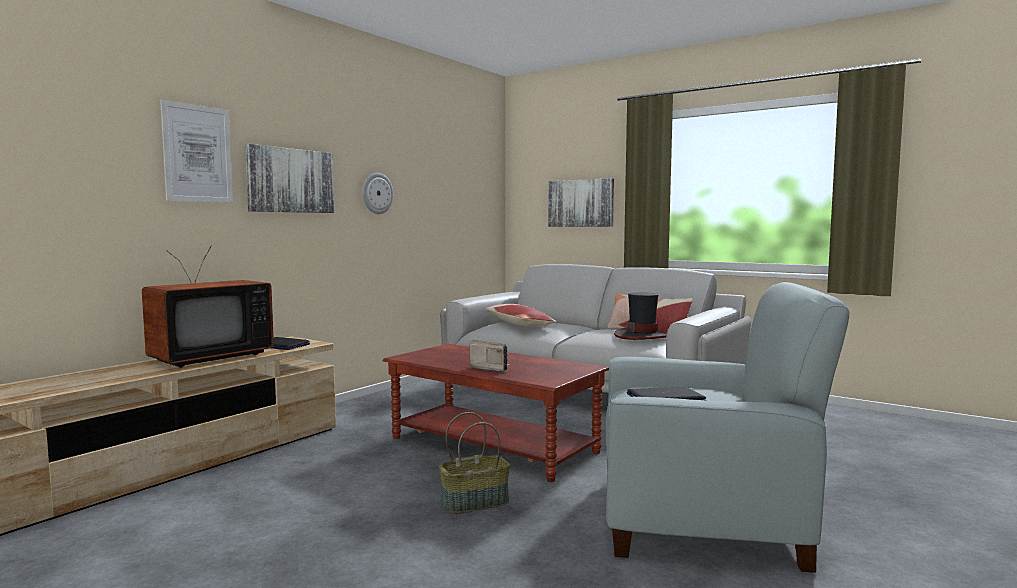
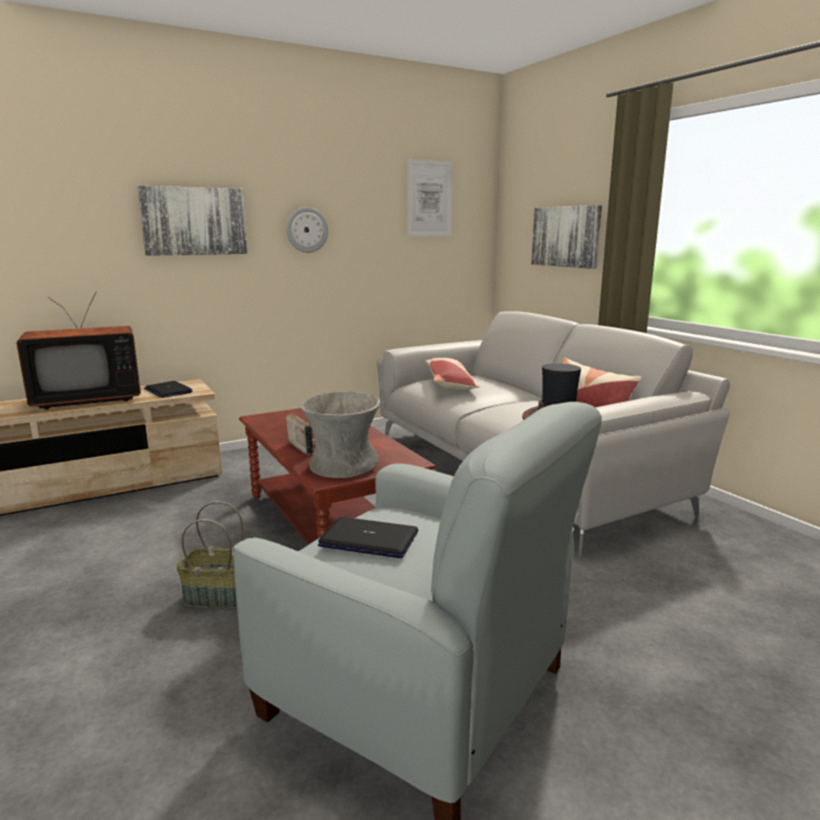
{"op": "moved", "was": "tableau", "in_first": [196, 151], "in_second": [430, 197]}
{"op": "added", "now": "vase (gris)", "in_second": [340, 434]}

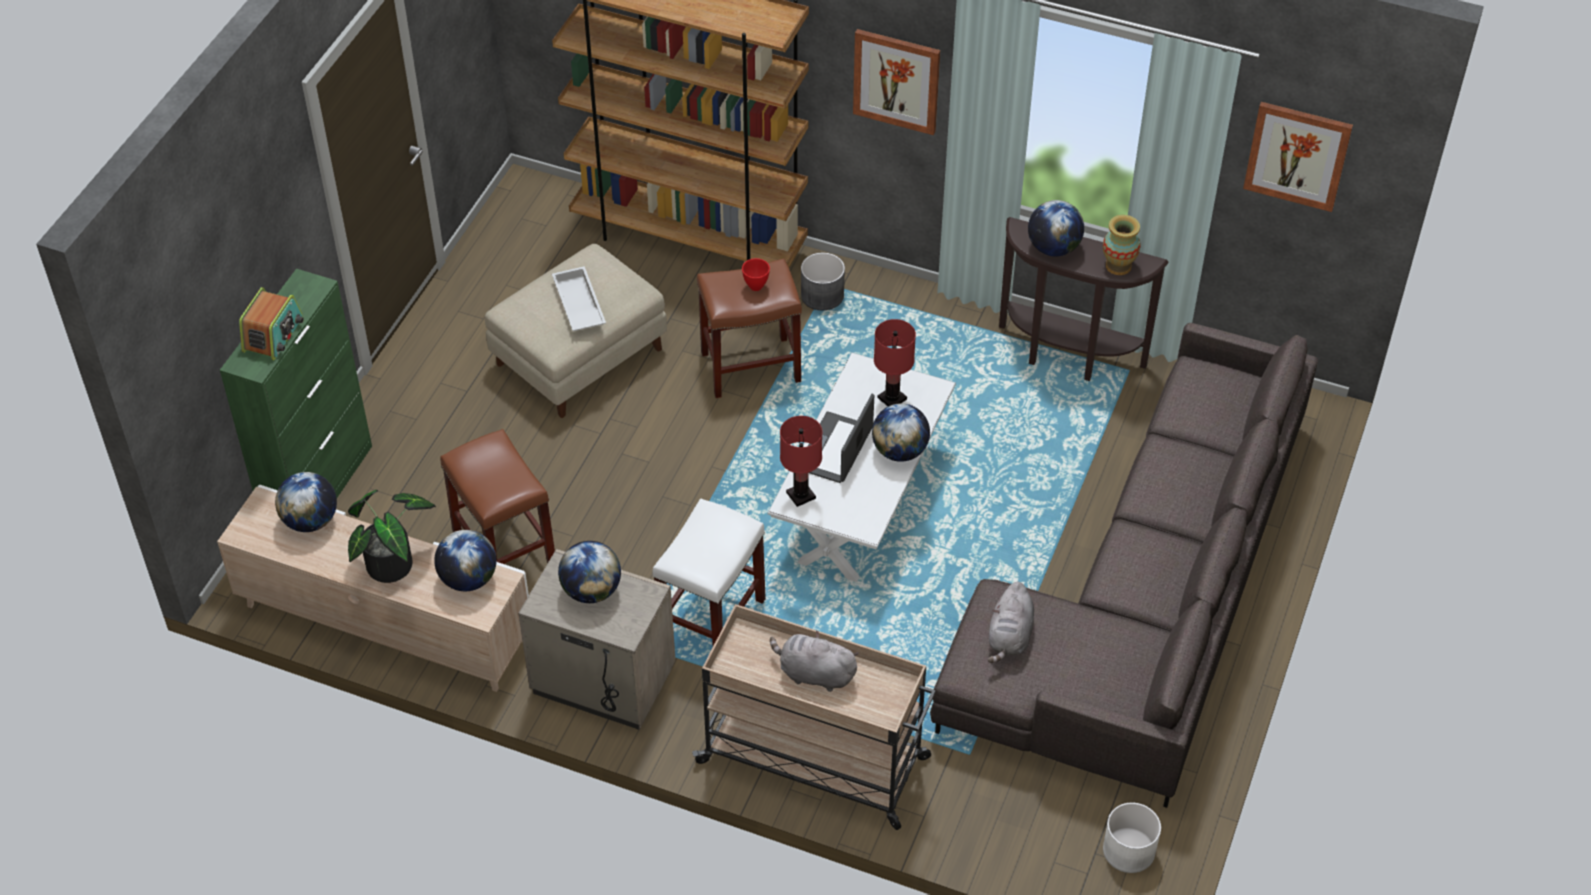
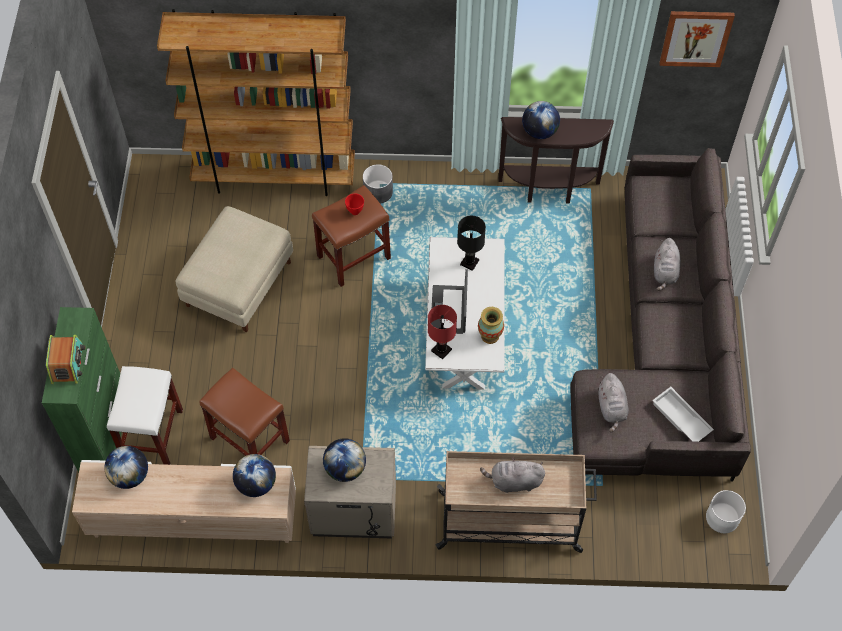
{"op": "removed", "was": "plante en pot", "in_first": [392, 536]}
{"op": "moved", "was": "plateau (blanc)", "in_first": [579, 298], "in_second": [683, 414]}
{"op": "moved", "was": "tabouret (blanc)", "in_first": [709, 572], "in_second": [145, 415]}
{"op": "removed", "was": "tableau", "in_first": [896, 82]}
{"op": "removed", "was": "globe", "in_first": [901, 432]}
{"op": "recoloured", "was": "lampe de table (rouge)", "now": "lampe de table (noir)", "in_first": [895, 362], "in_second": [471, 243]}
{"op": "moved", "was": "vase", "in_first": [1122, 245], "in_second": [491, 325]}
{"op": "added", "now": "peluche (gris)", "in_second": [667, 264]}

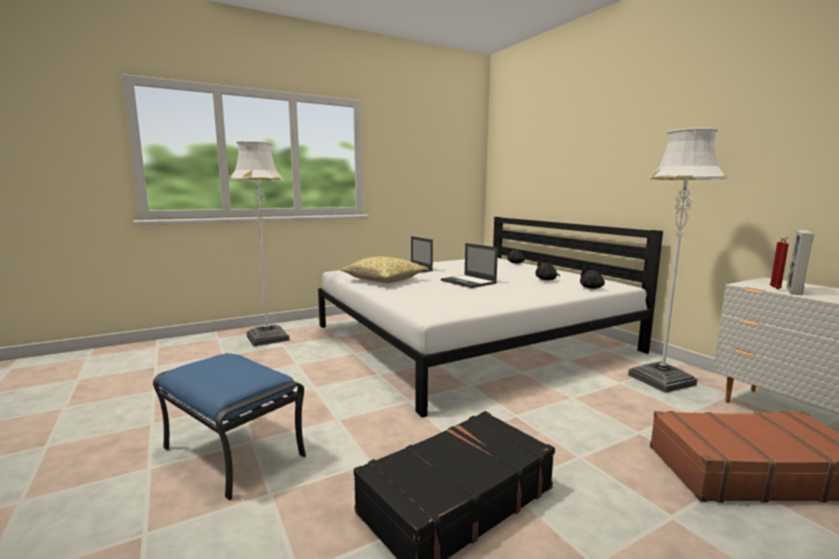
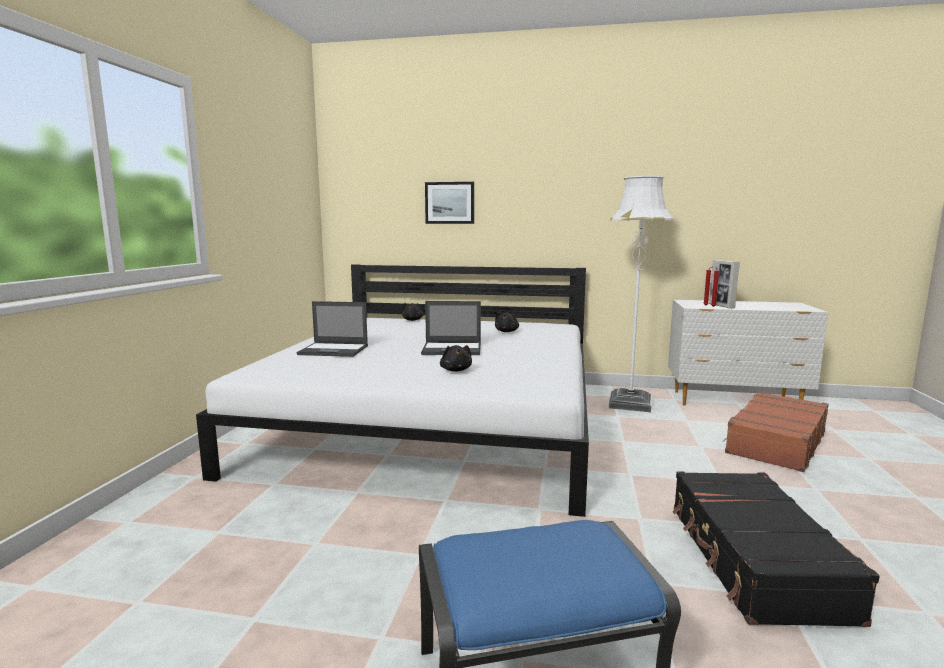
{"op": "removed", "was": "lampadaire (blanc)", "in_first": [259, 244]}
{"op": "removed", "was": "coussin", "in_first": [384, 269]}
{"op": "moved", "was": "peluche (noir)", "in_first": [592, 279], "in_second": [456, 358]}
{"op": "added", "now": "tableau", "in_second": [449, 203]}

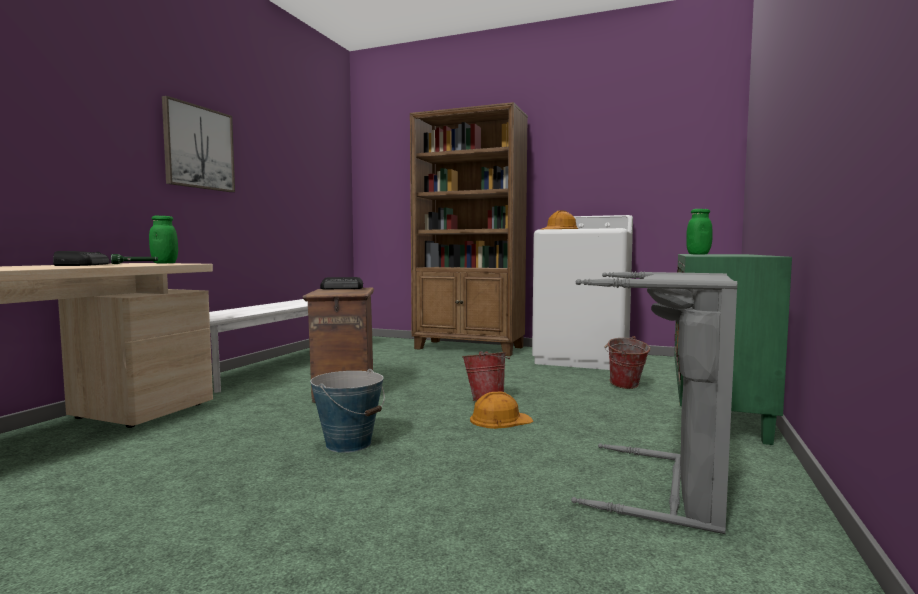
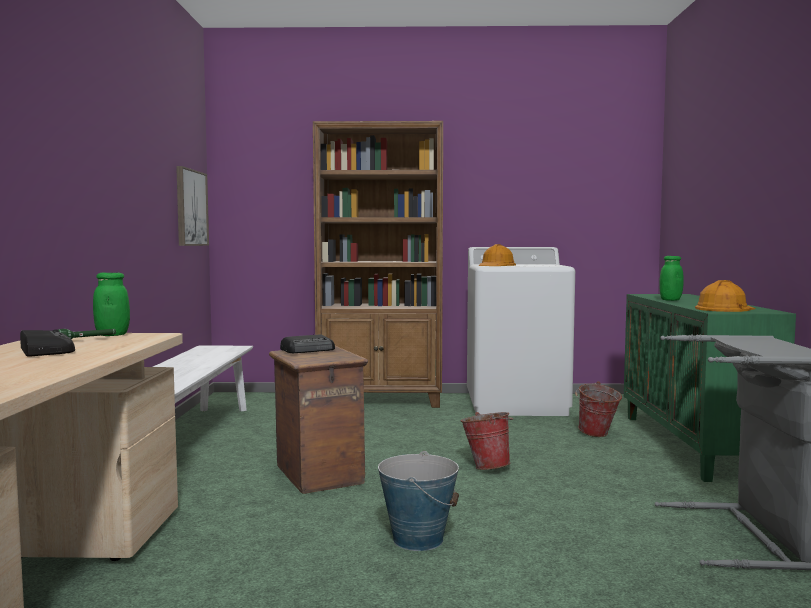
{"op": "moved", "was": "tableau", "in_first": [198, 144], "in_second": [192, 206]}
{"op": "moved", "was": "casque de chantier (orange)", "in_first": [501, 410], "in_second": [725, 296]}

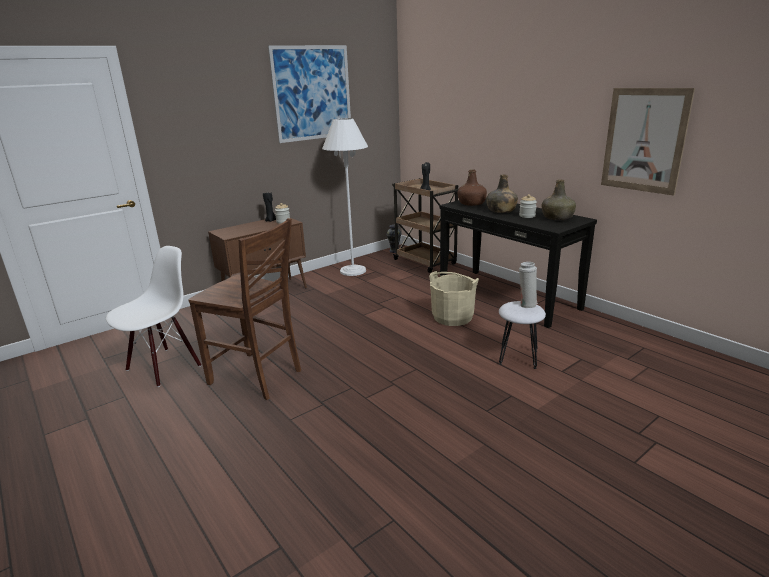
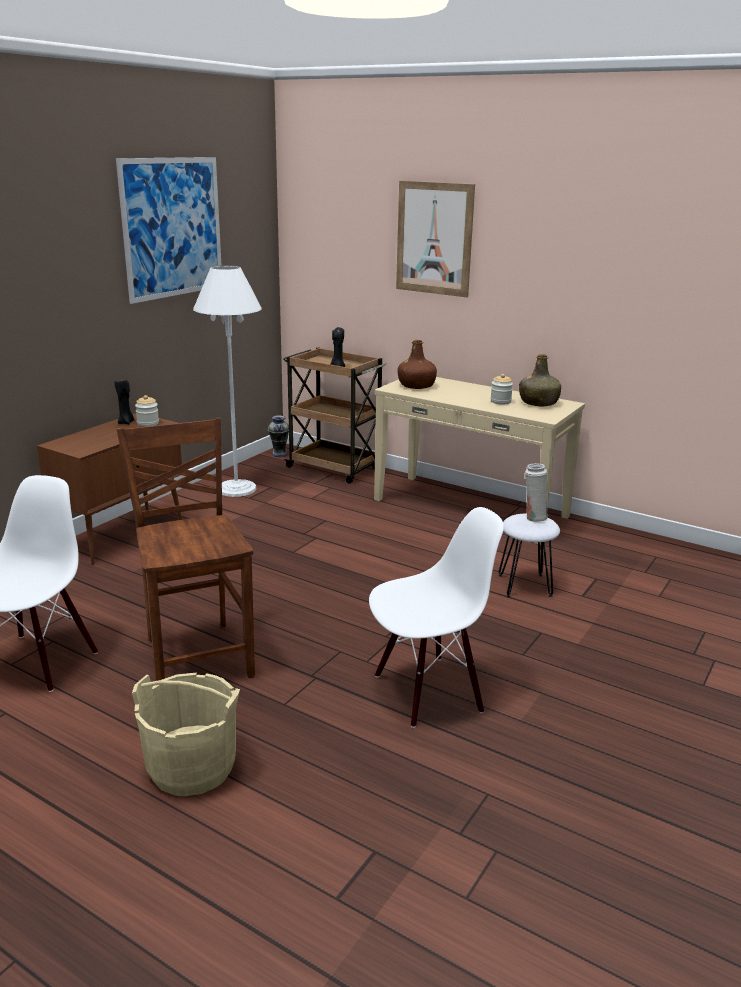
{"op": "turned", "was": "chaise (marron)", "in_first": [244, 309], "in_second": [185, 549], "clockwise": -120}
{"op": "moved", "was": "seau (beige)", "in_first": [454, 298], "in_second": [186, 734]}
{"op": "recoloured", "was": "table console (noir)", "now": "table console (beige)", "in_first": [518, 262], "in_second": [479, 461]}
{"op": "removed", "was": "bouteille (vert)", "in_first": [502, 193]}
{"op": "moved", "was": "tableau", "in_first": [648, 142], "in_second": [435, 239]}
{"op": "added", "now": "chaise (blanc)", "in_second": [436, 617]}

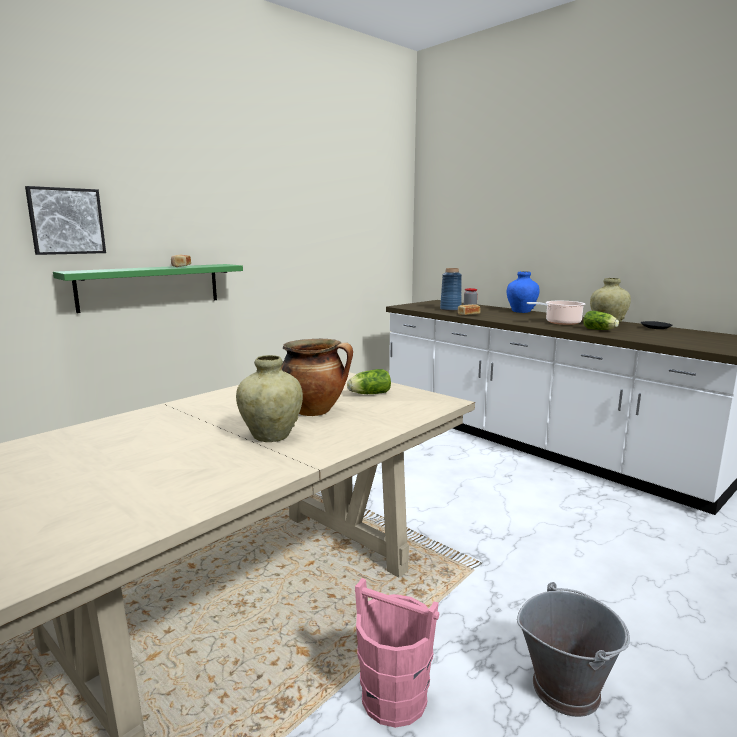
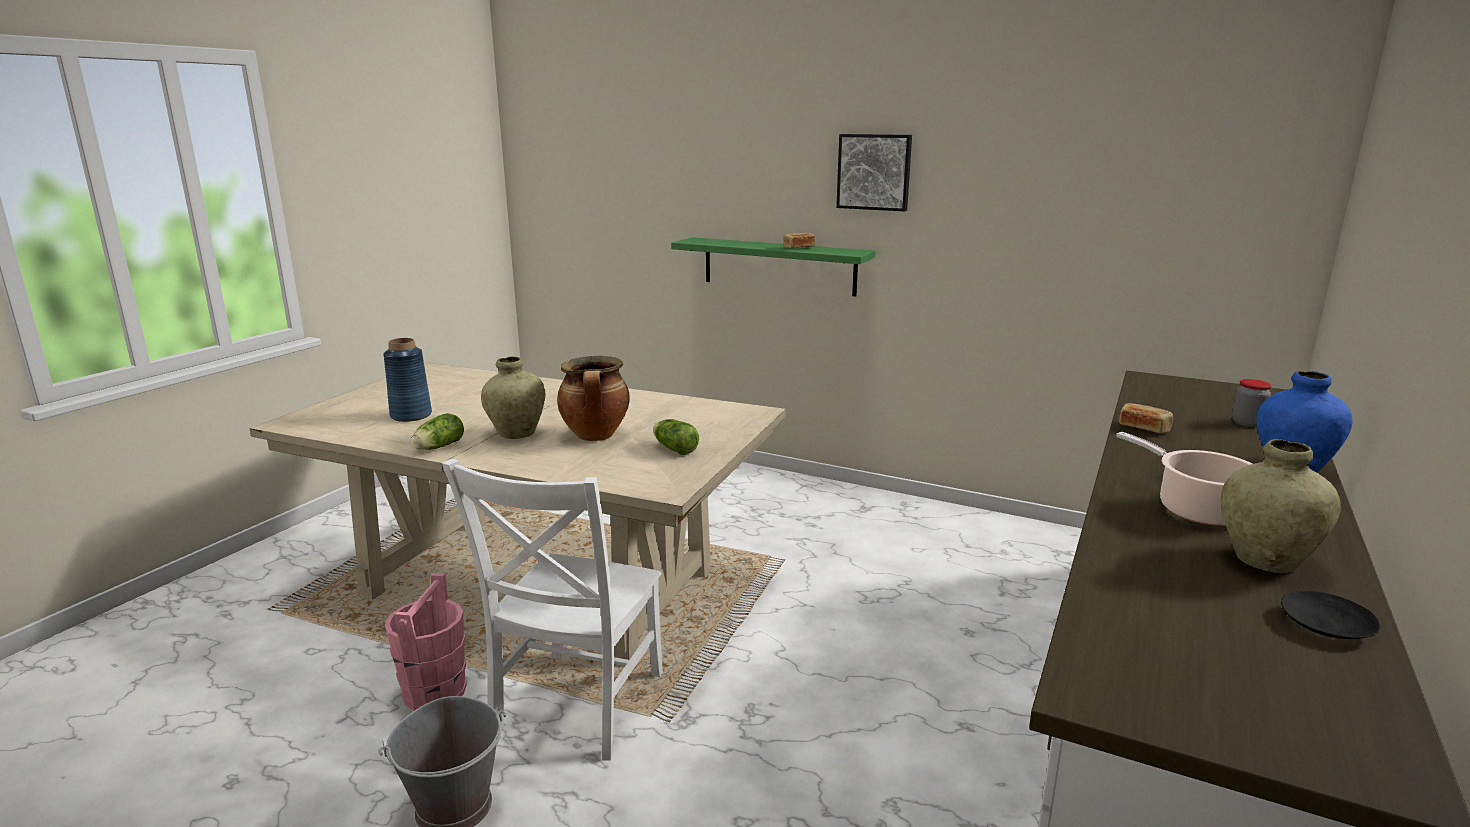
{"op": "moved", "was": "tableau", "in_first": [65, 220], "in_second": [874, 172]}
{"op": "moved", "was": "vase (bleu)", "in_first": [451, 289], "in_second": [407, 380]}
{"op": "moved", "was": "laitue", "in_first": [601, 320], "in_second": [437, 431]}
{"op": "added", "now": "chaise (blanc)", "in_second": [552, 609]}

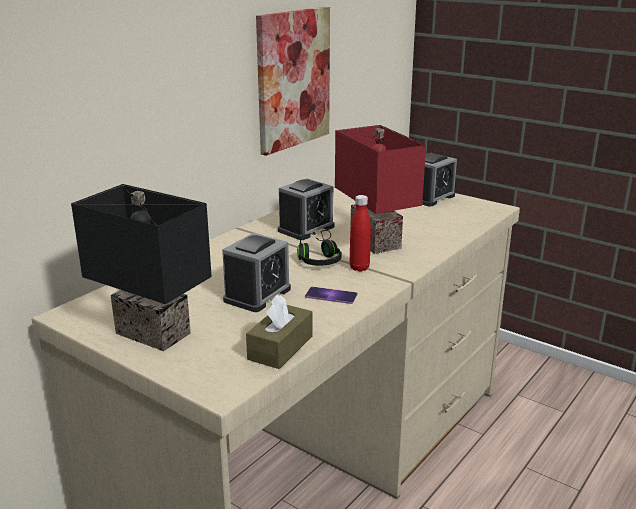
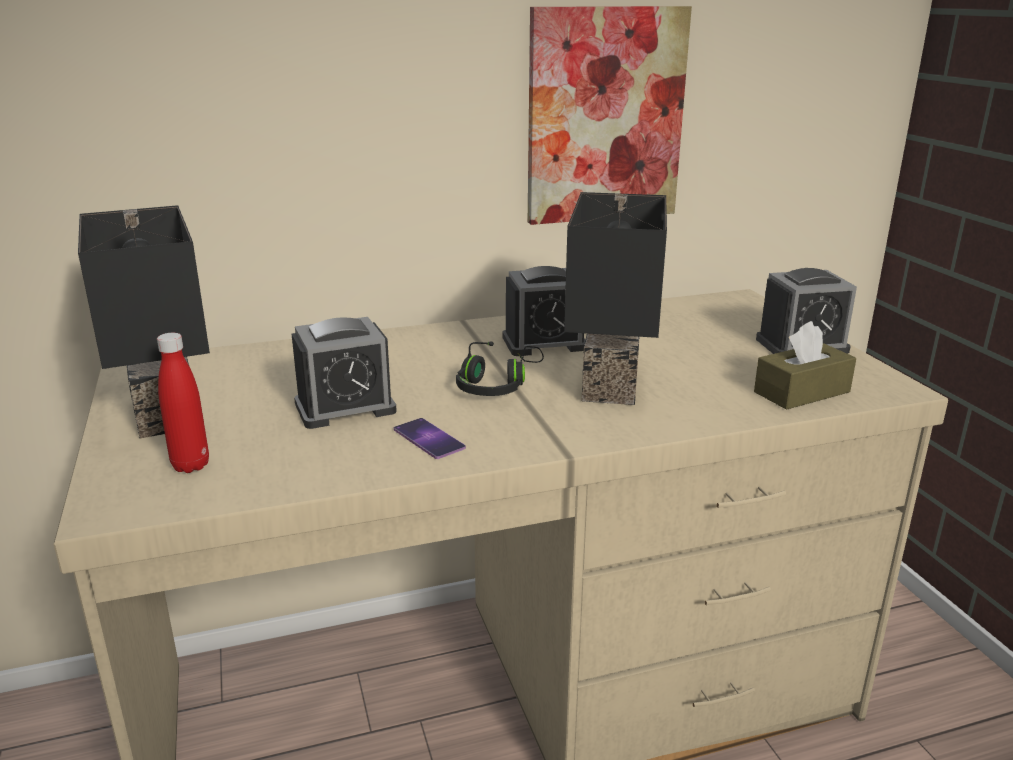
{"op": "moved", "was": "boîte à mouchoirs (marron)", "in_first": [279, 331], "in_second": [805, 365]}
{"op": "recoloured", "was": "lampe de table (rouge)", "now": "lampe de table (noir)", "in_first": [380, 189], "in_second": [615, 298]}
{"op": "moved", "was": "bouteille (rouge)", "in_first": [360, 233], "in_second": [183, 403]}

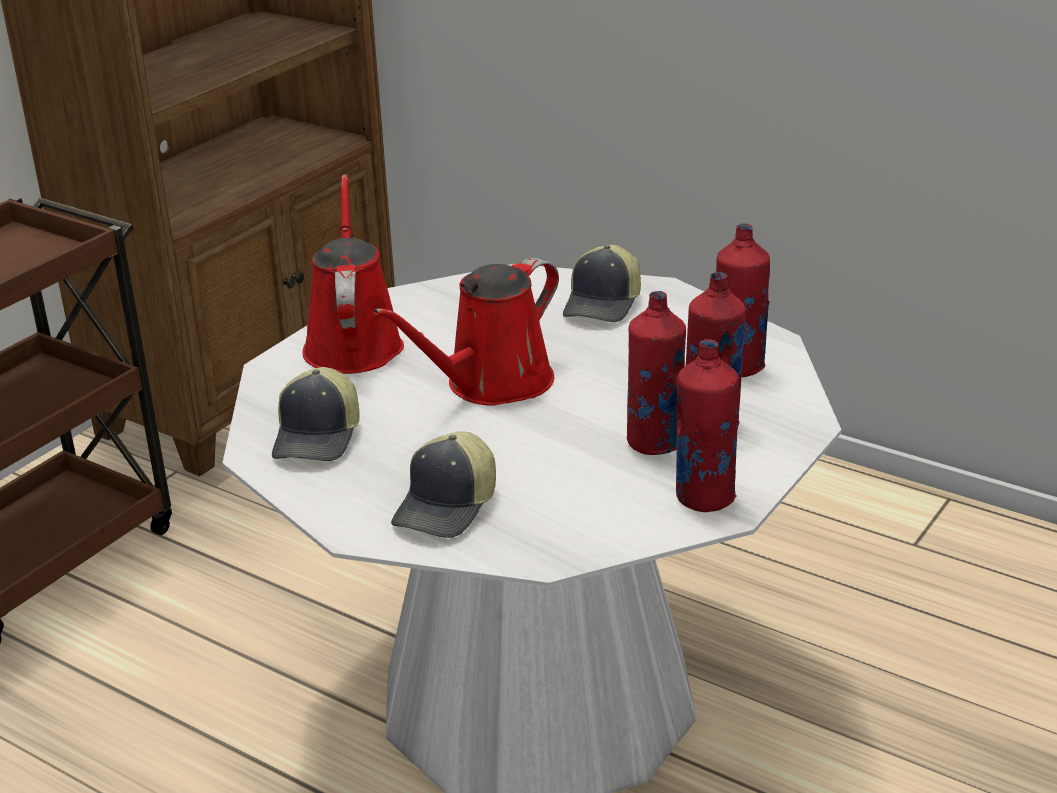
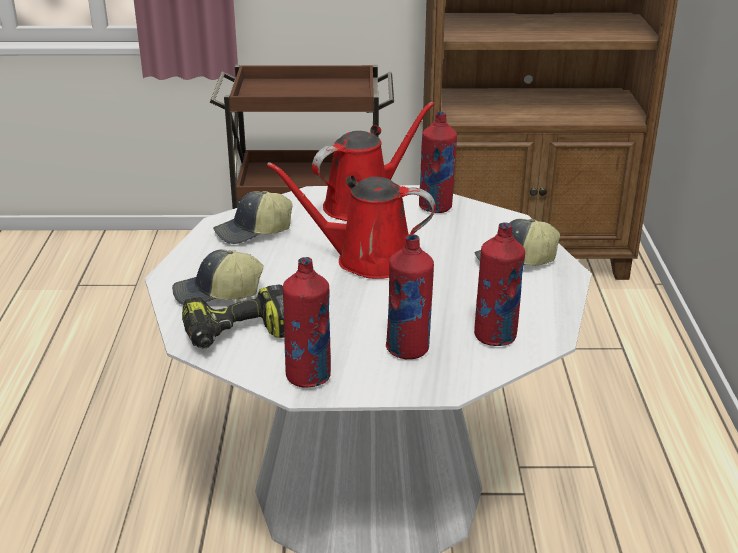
{"op": "moved", "was": "bouteille (rouge)", "in_first": [656, 373], "in_second": [438, 162]}
{"op": "added", "now": "perceuse", "in_second": [233, 316]}

